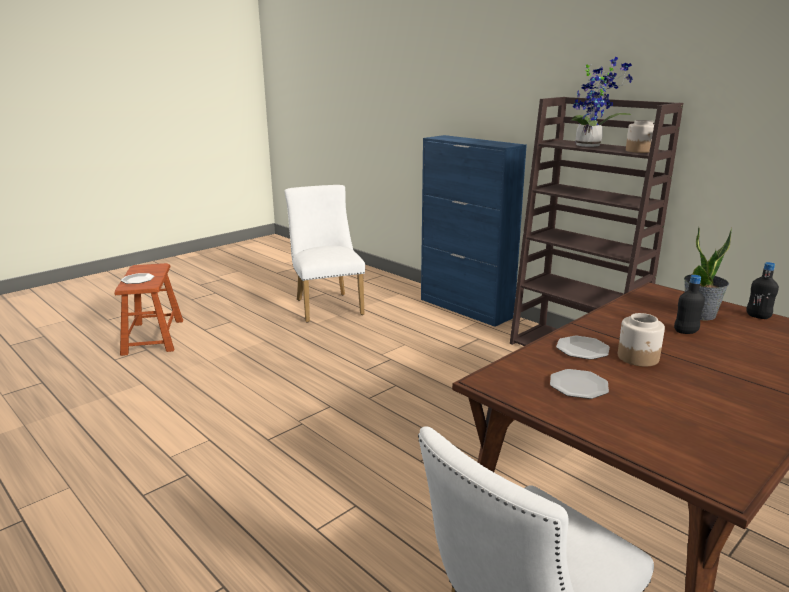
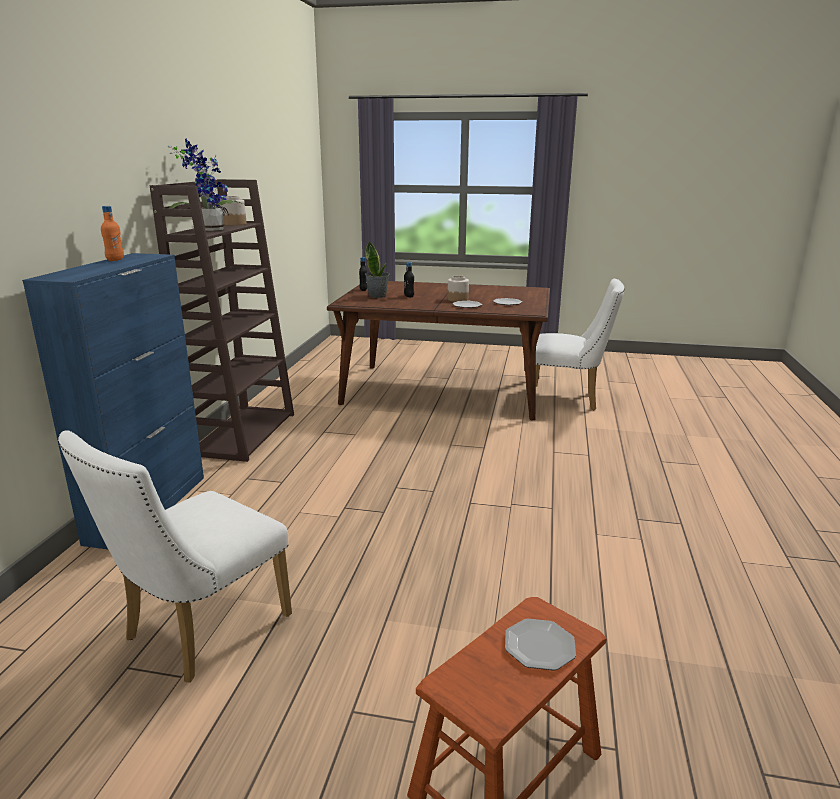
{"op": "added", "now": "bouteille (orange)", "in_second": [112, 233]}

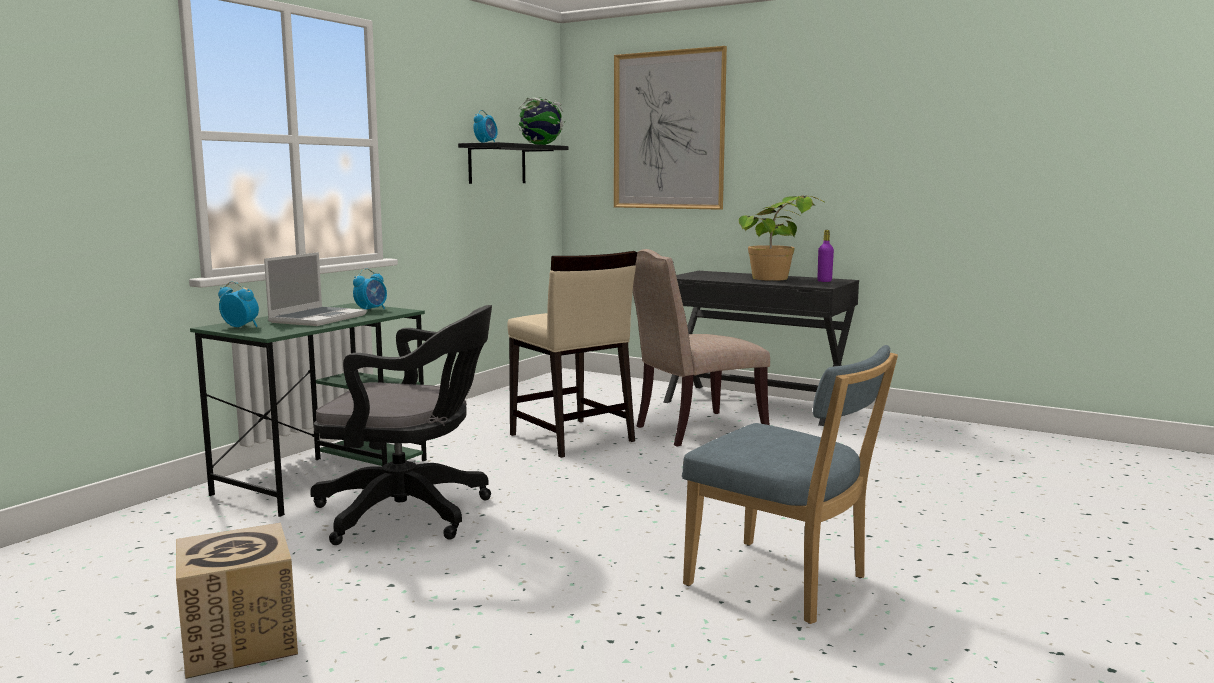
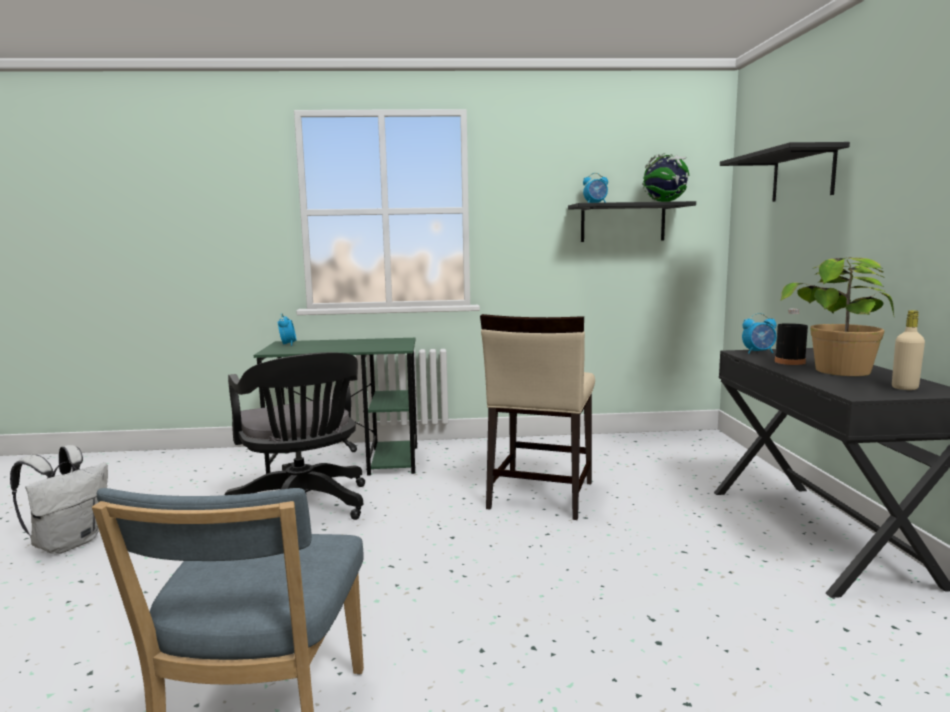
{"op": "replaced", "was": "carton", "now": "sac à dos (blanc)", "in_first": [237, 601], "in_second": [59, 499]}
{"op": "removed", "was": "ordinateur portable", "in_first": [315, 289]}
{"op": "moved", "was": "réveil", "in_first": [370, 289], "in_second": [759, 333]}
{"op": "replaced", "was": "tableau", "now": "étagère (noir)", "in_first": [670, 128], "in_second": [785, 172]}
{"op": "removed", "was": "chaise (beige)", "in_first": [701, 347]}
{"op": "recoloured", "was": "bouteille (violet)", "now": "bouteille (beige)", "in_first": [825, 256], "in_second": [908, 350]}
{"op": "added", "now": "bouteille (noir)", "in_second": [791, 337]}

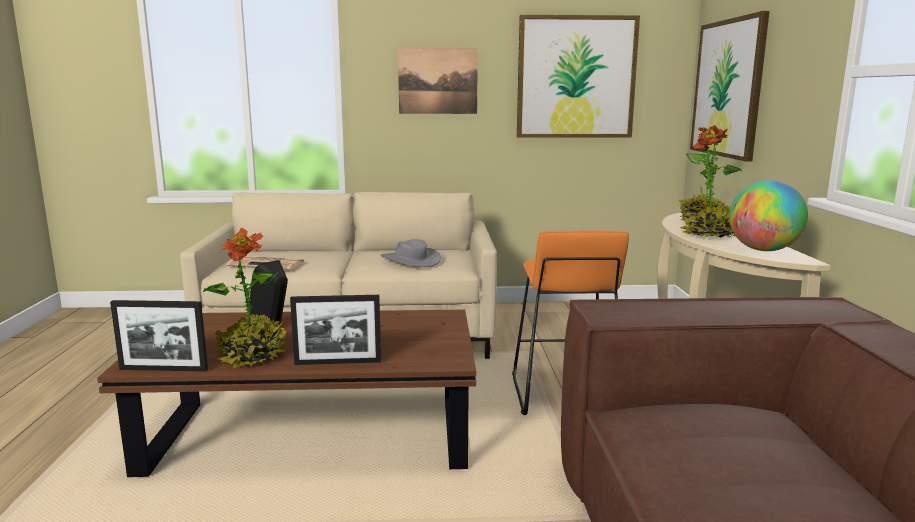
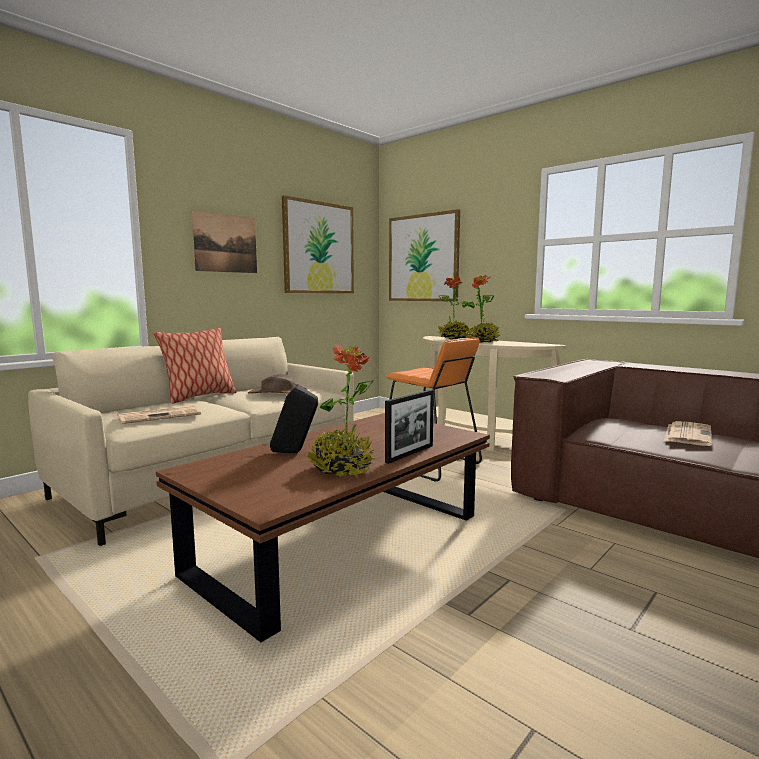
{"op": "removed", "was": "cadre photo", "in_first": [159, 336]}
{"op": "recoloured", "was": "chapeau (gris)", "now": "chapeau (marron)", "in_first": [410, 253], "in_second": [277, 384]}
{"op": "removed", "was": "globe", "in_first": [768, 215]}
{"op": "added", "now": "coussin", "in_second": [195, 365]}
{"op": "added", "now": "journal", "in_second": [688, 433]}

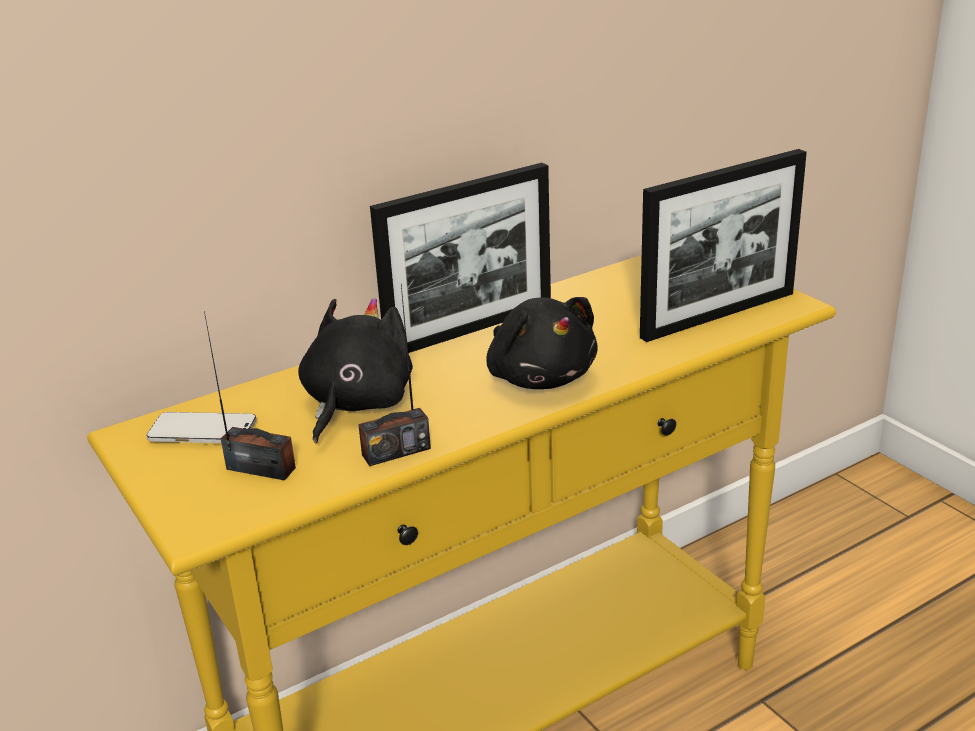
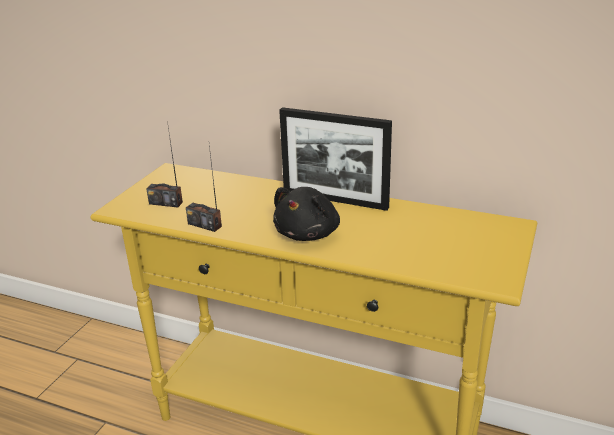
{"op": "removed", "was": "téléphone", "in_first": [201, 427]}
{"op": "turned", "was": "radio", "in_first": [250, 396], "in_second": [164, 167], "clockwise": 120}
{"op": "removed", "was": "peluche (noir)", "in_first": [355, 370]}
{"op": "removed", "was": "cadre photo", "in_first": [723, 245]}

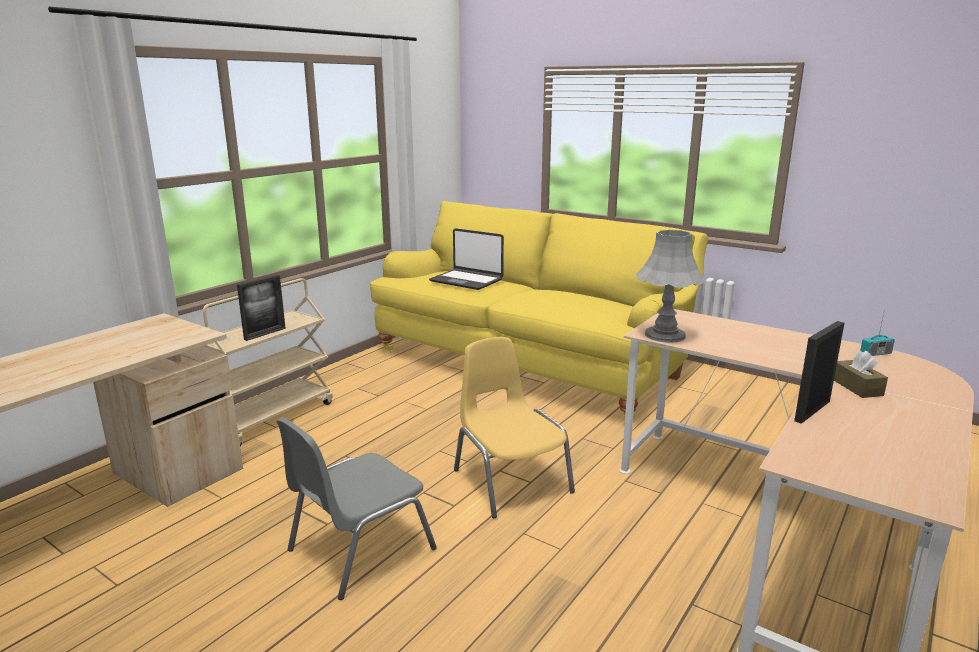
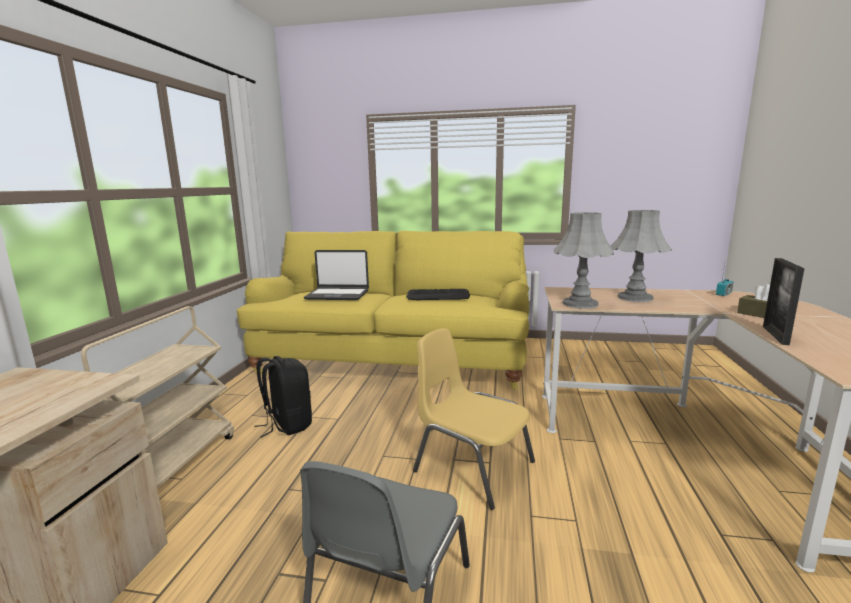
{"op": "removed", "was": "cadre photo", "in_first": [261, 308]}
{"op": "added", "now": "sac à dos (noir)", "in_second": [283, 397]}
{"op": "added", "now": "clavier", "in_second": [438, 294]}
{"op": "added", "now": "lampe de table (gris)", "in_second": [641, 256]}

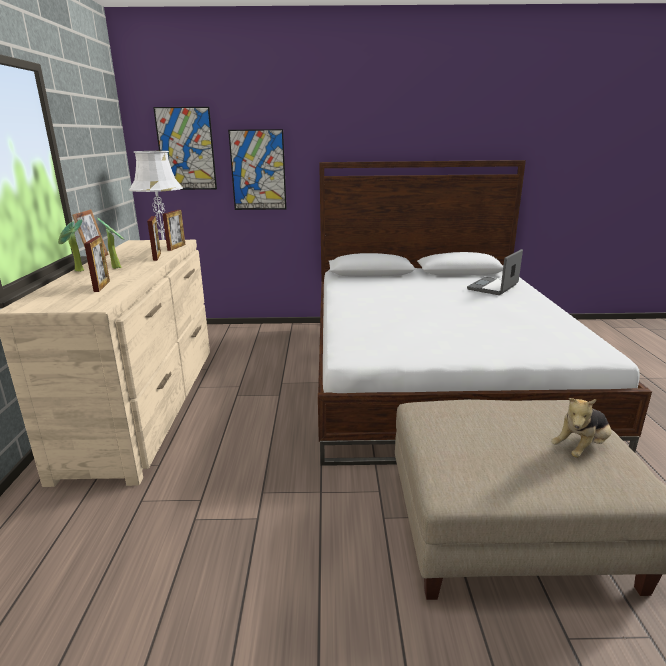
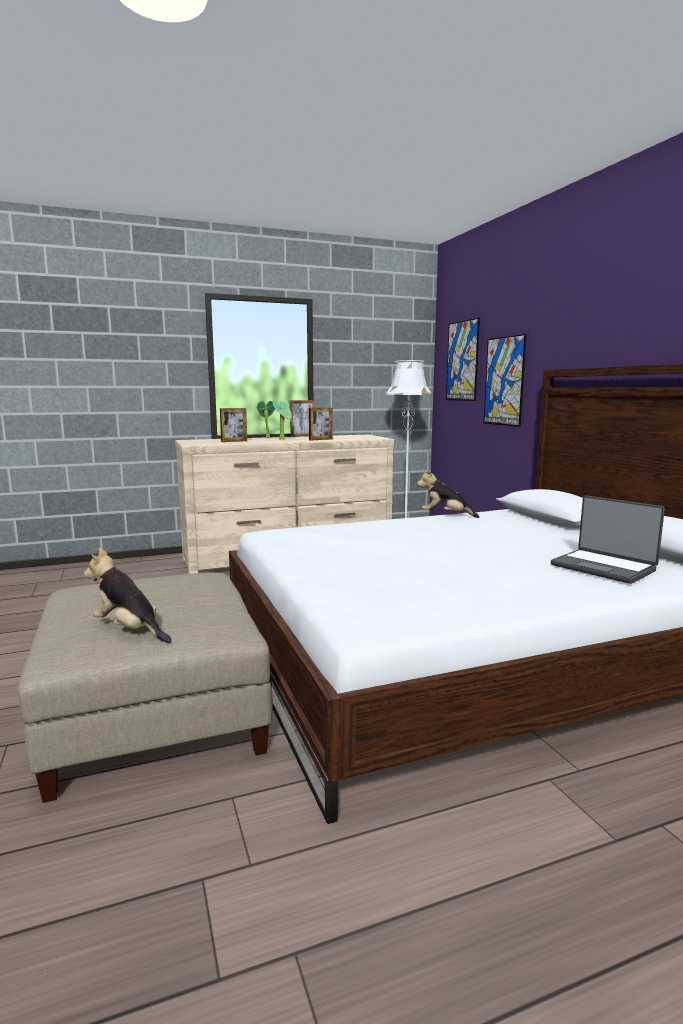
{"op": "removed", "was": "cadre photo", "in_first": [174, 230]}
{"op": "turned", "was": "ordinateur portable", "in_first": [495, 272], "in_second": [608, 540], "clockwise": -150}
{"op": "added", "now": "peluche", "in_second": [448, 493]}

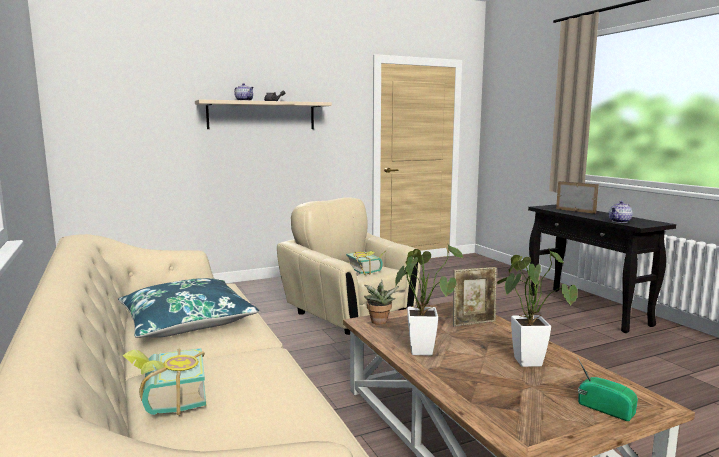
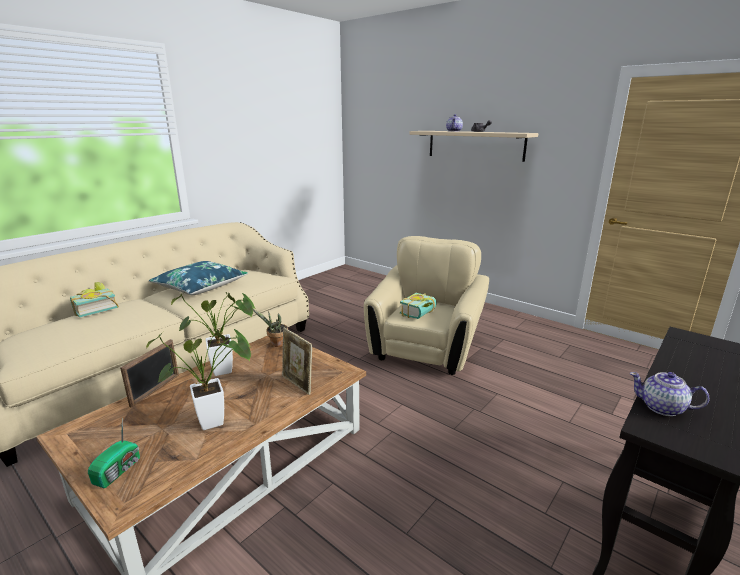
{"op": "moved", "was": "cadre photo", "in_first": [577, 197], "in_second": [149, 373]}

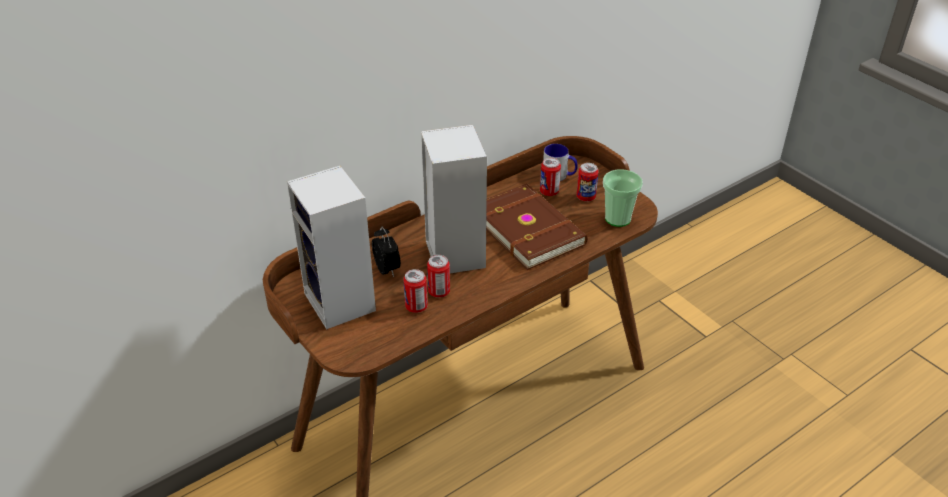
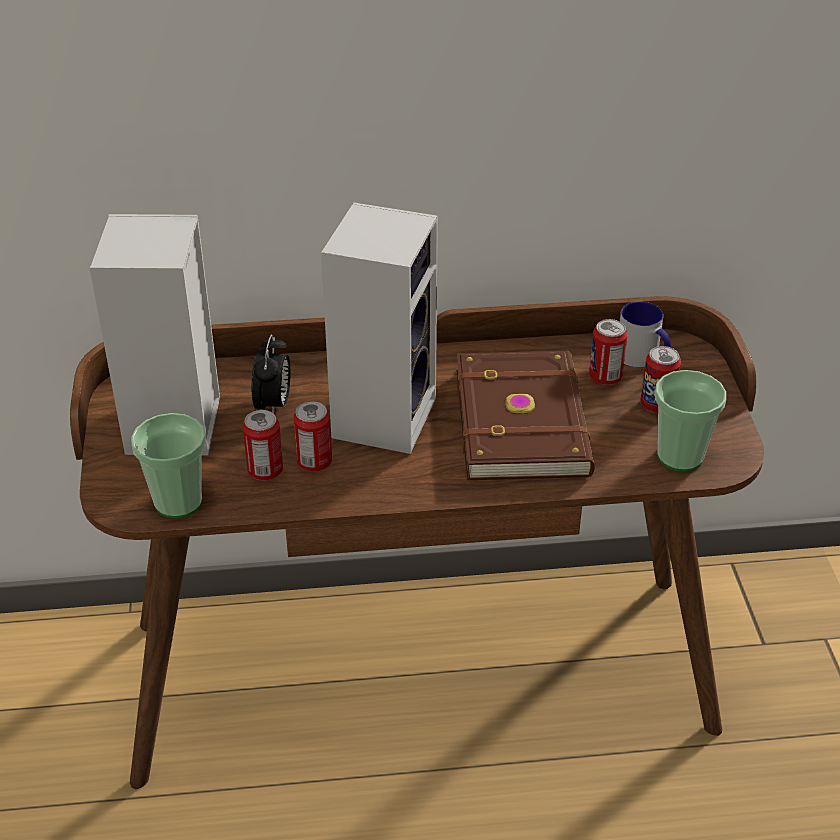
{"op": "added", "now": "tasse", "in_second": [168, 465]}

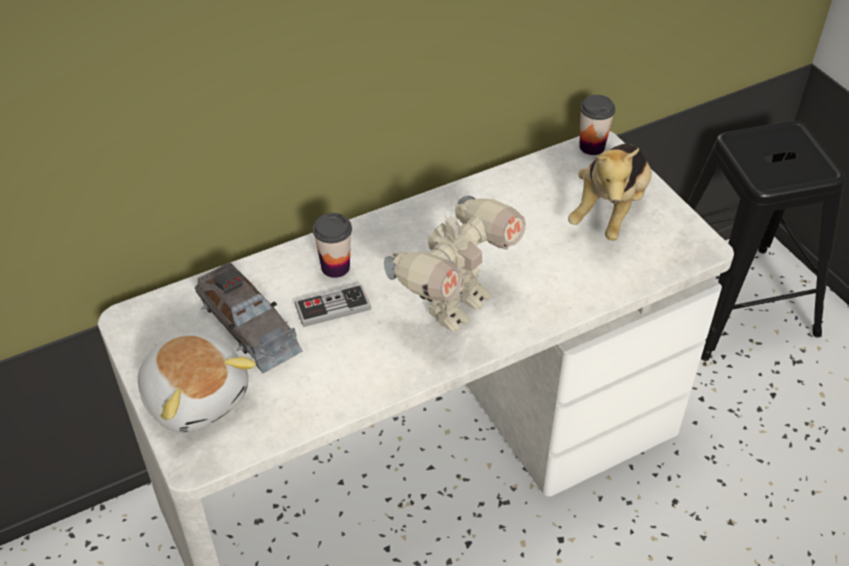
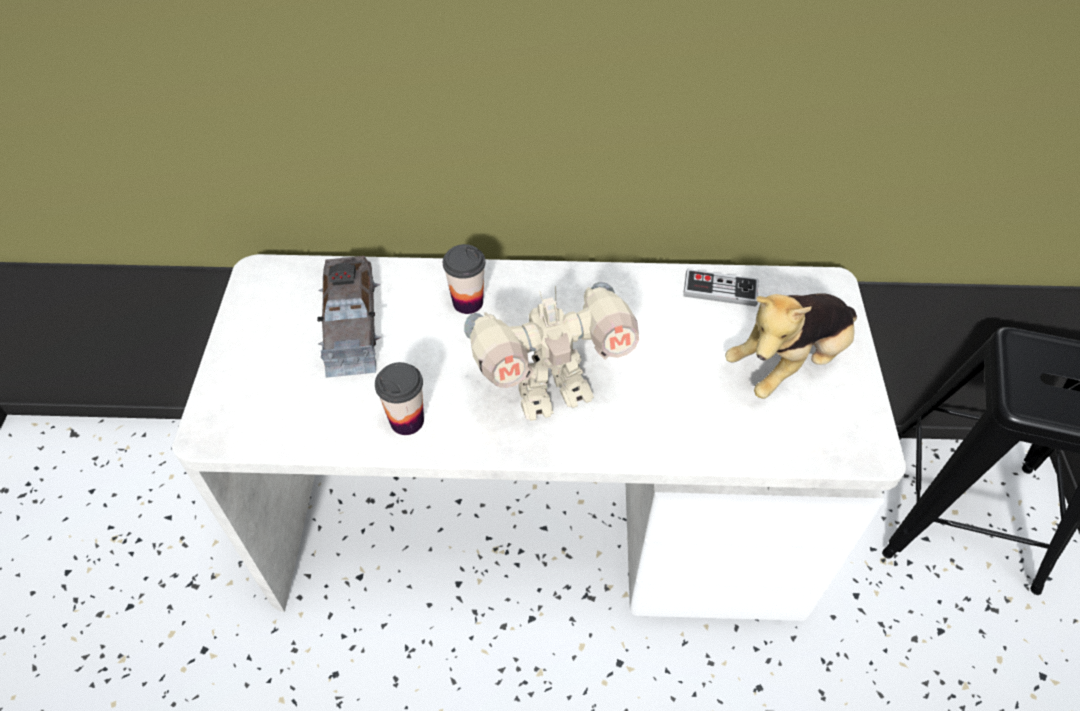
{"op": "removed", "was": "peluche", "in_first": [197, 383]}
{"op": "moved", "was": "manette", "in_first": [332, 305], "in_second": [721, 288]}
{"op": "moved", "was": "tasse", "in_first": [597, 125], "in_second": [399, 398]}

